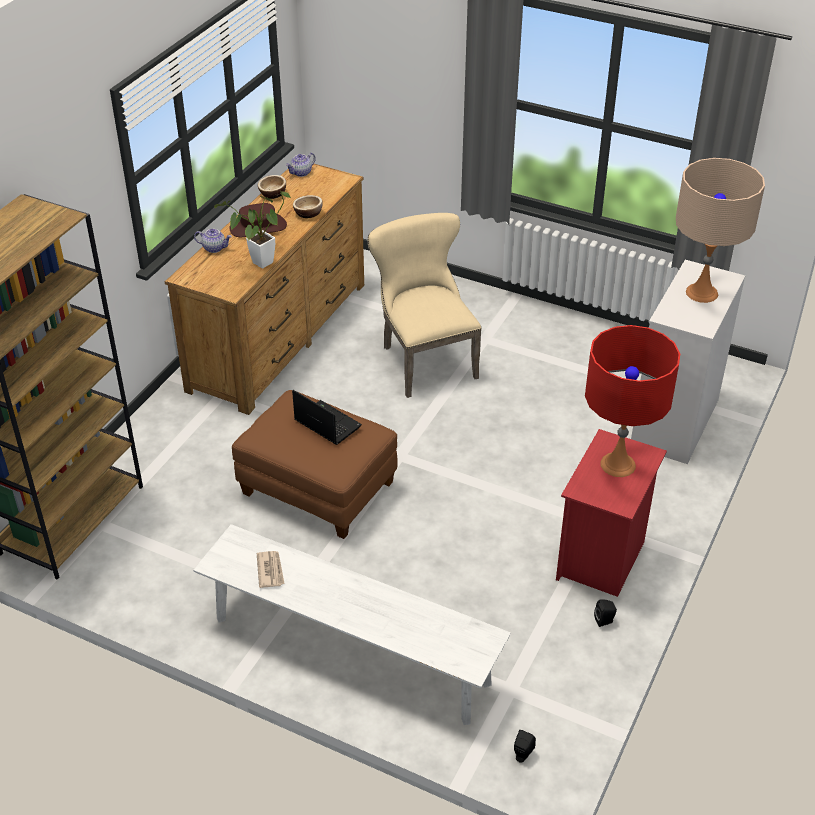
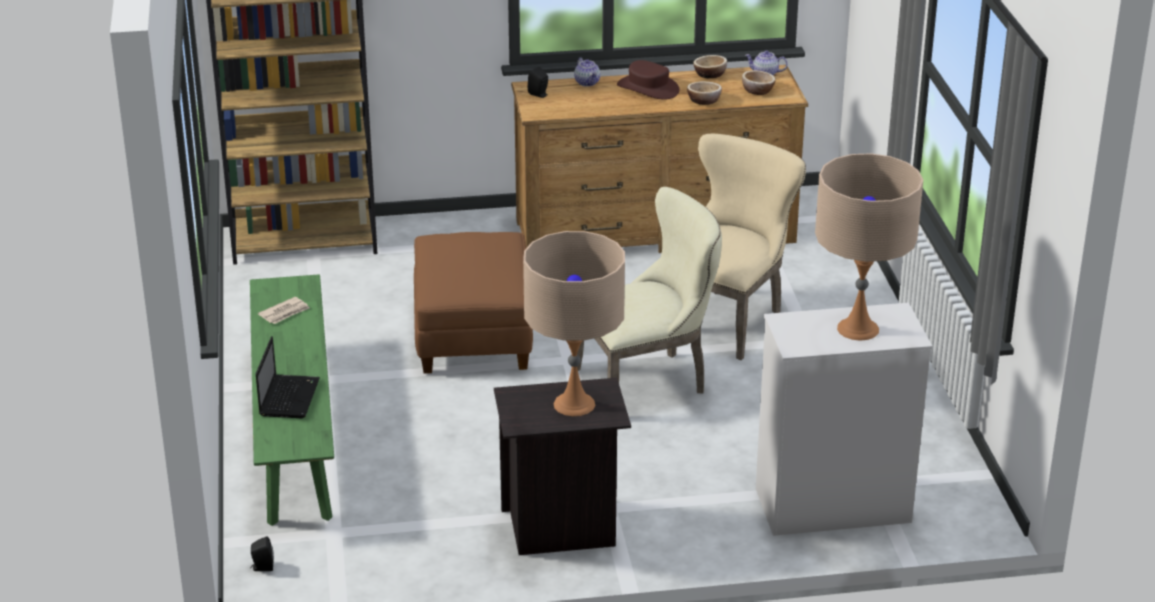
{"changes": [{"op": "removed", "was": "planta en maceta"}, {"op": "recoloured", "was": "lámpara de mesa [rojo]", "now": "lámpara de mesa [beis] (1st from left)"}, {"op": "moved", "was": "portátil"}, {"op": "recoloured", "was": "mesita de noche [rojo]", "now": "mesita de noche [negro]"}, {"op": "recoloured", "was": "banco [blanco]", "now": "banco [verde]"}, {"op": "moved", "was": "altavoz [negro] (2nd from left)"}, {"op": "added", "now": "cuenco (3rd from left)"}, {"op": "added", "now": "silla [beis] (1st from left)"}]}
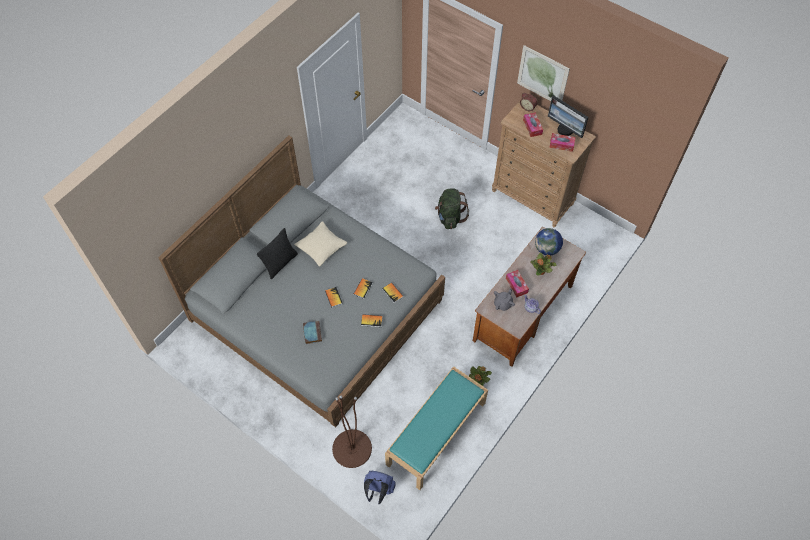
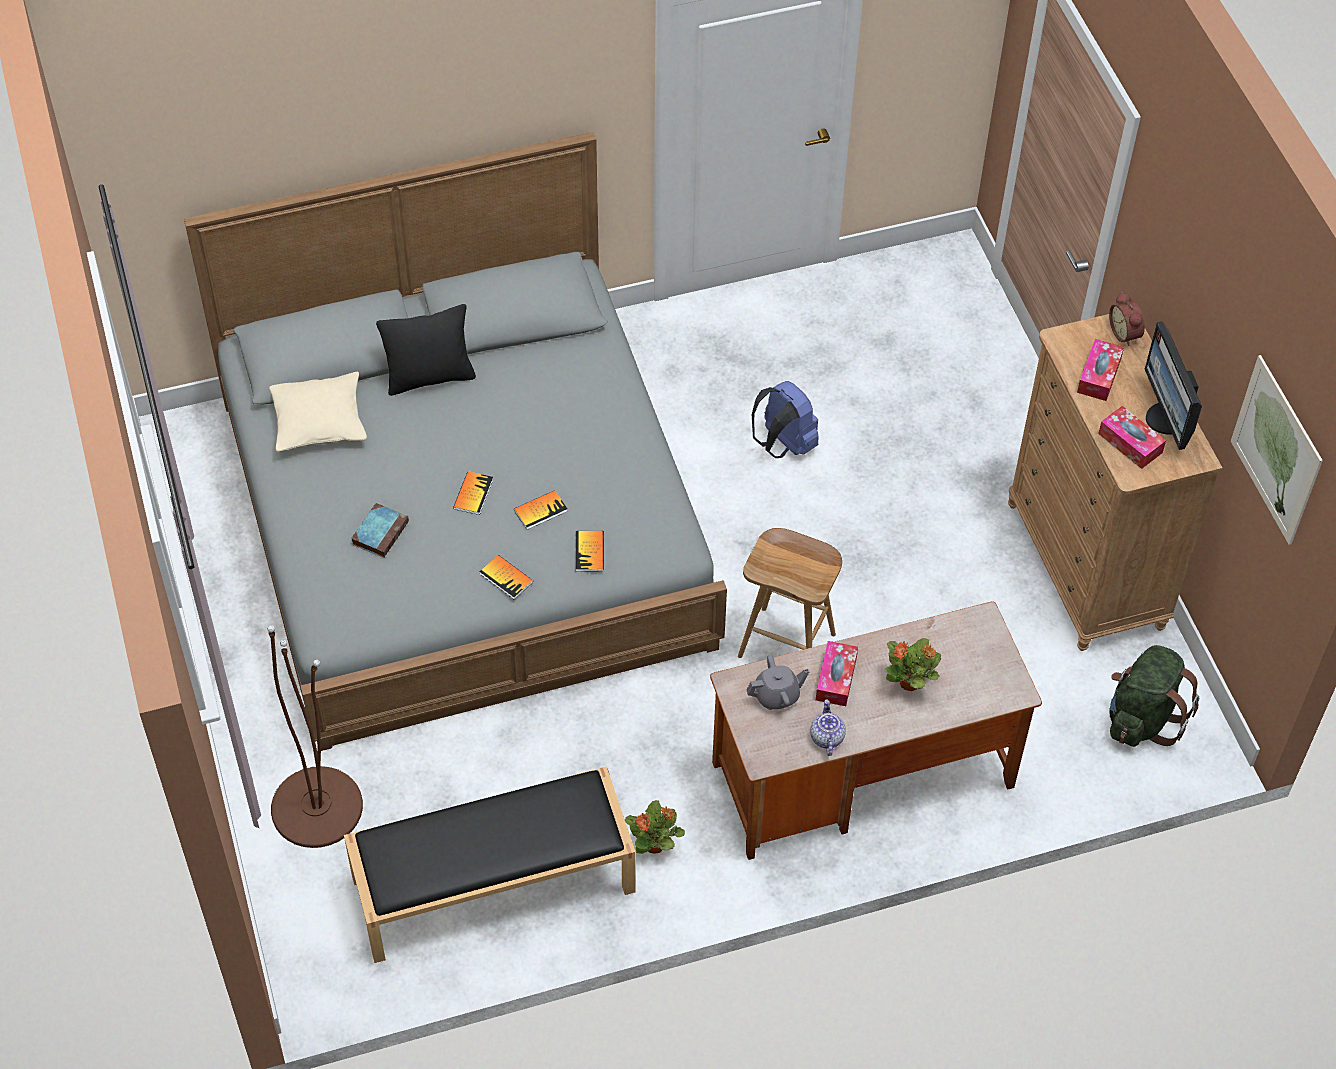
{"changes": [{"op": "moved", "was": "cuadro"}, {"op": "moved", "was": "mochila [verde]"}, {"op": "moved", "was": "cojín [beis]"}, {"op": "removed", "was": "globo terráqueo"}, {"op": "recoloured", "was": "banco [turquesa]", "now": "banco [negro]"}, {"op": "moved", "was": "mochila [azul]"}, {"op": "added", "now": "taburete [marrón]"}]}
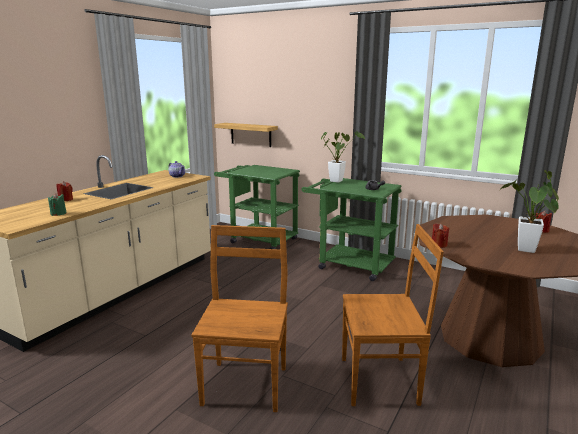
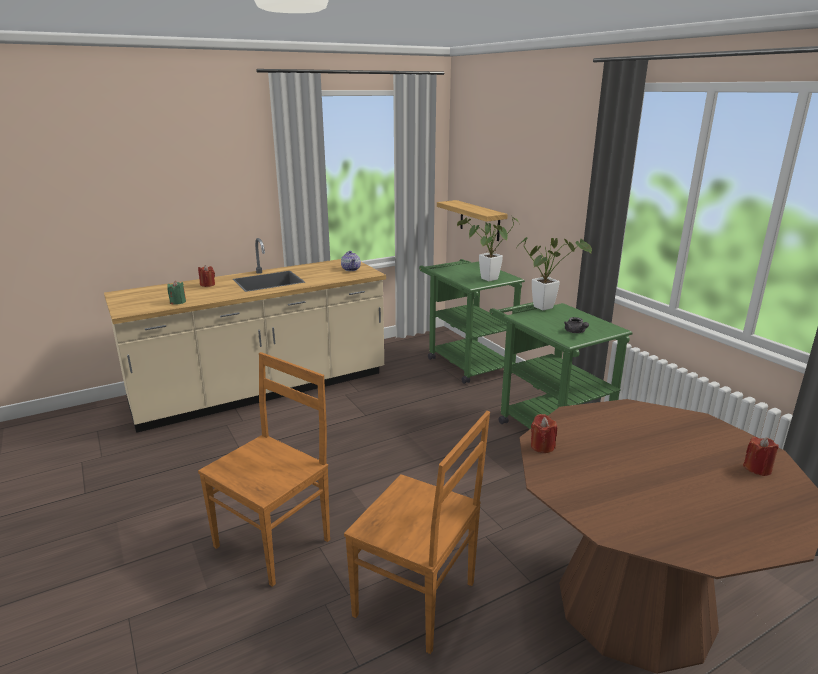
{"changes": [{"op": "moved", "was": "planta en maceta (2nd from left in the first image)", "now": "planta en maceta (1st from left)"}]}
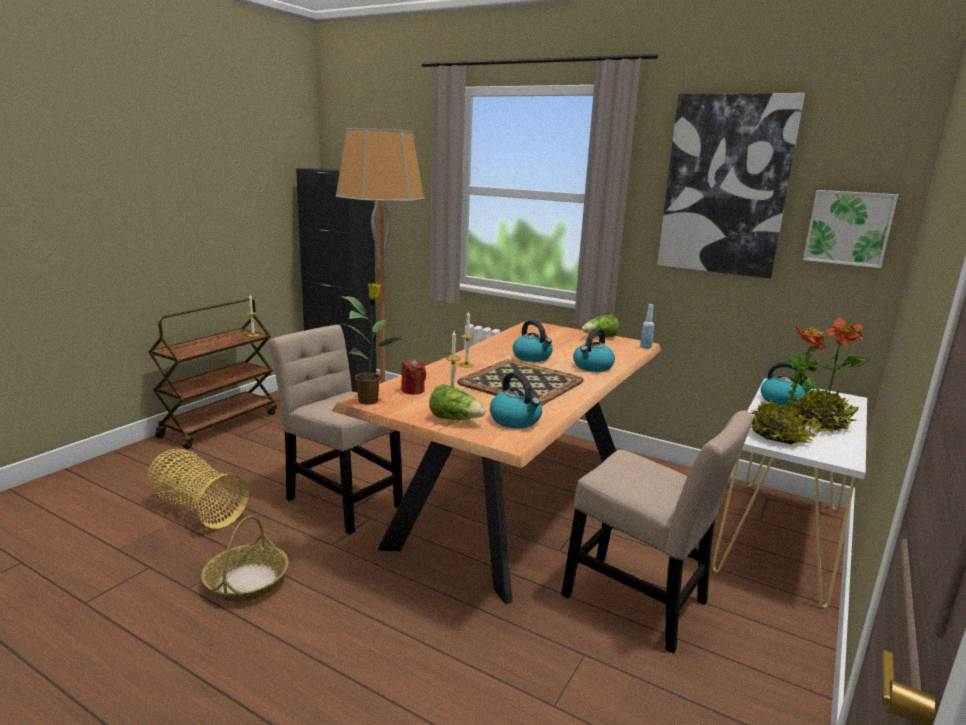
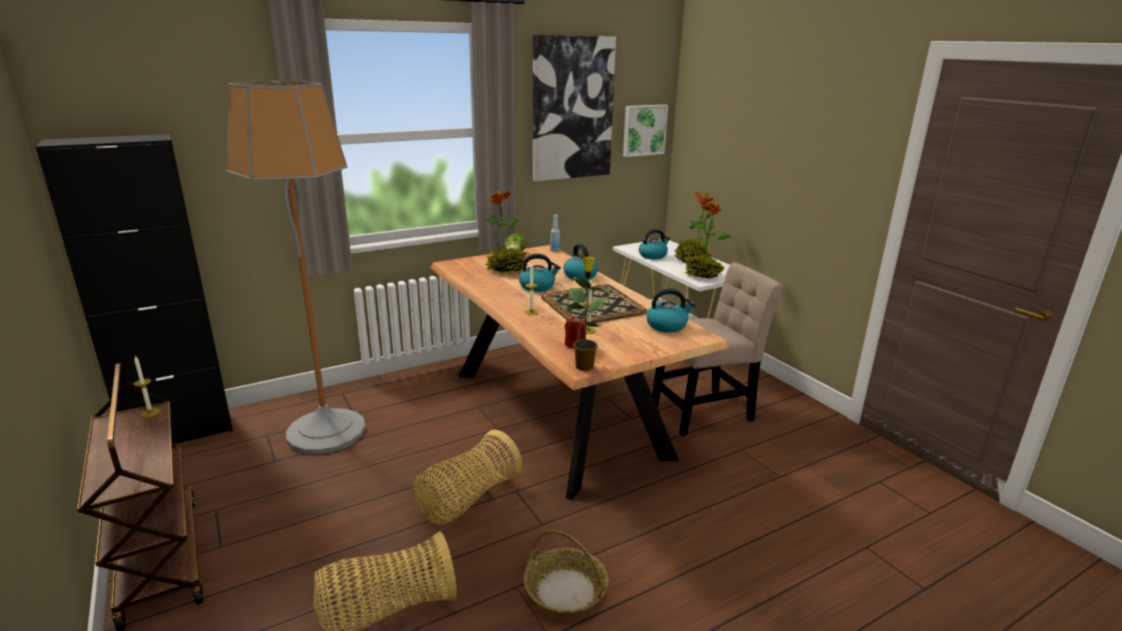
{"changes": [{"op": "replaced", "was": "silla [beis] (1st from left)", "now": "cesta (2nd from left)"}, {"op": "removed", "was": "lechuga (1st from left)"}, {"op": "added", "now": "planta en maceta (1st from left)"}]}
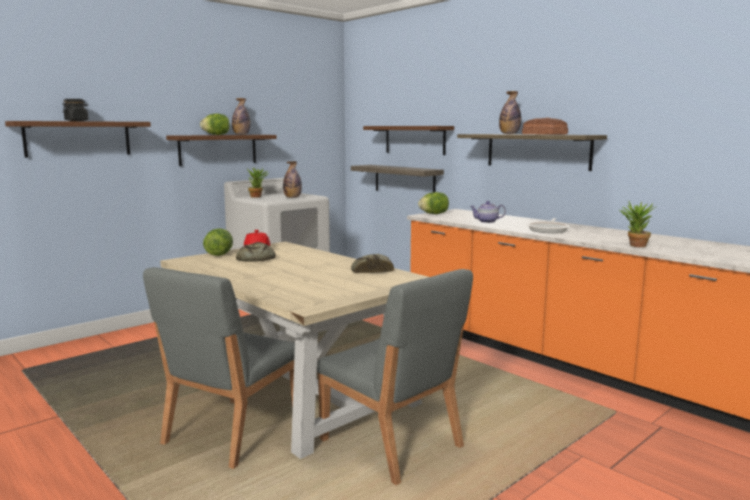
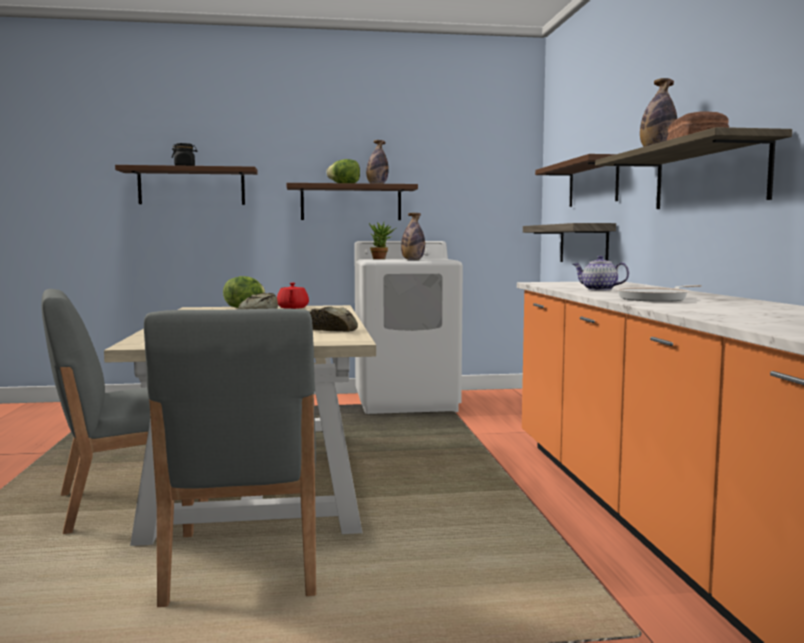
{"changes": [{"op": "removed", "was": "lechuga (3rd from left)"}, {"op": "removed", "was": "planta en maceta (2nd from left)"}]}
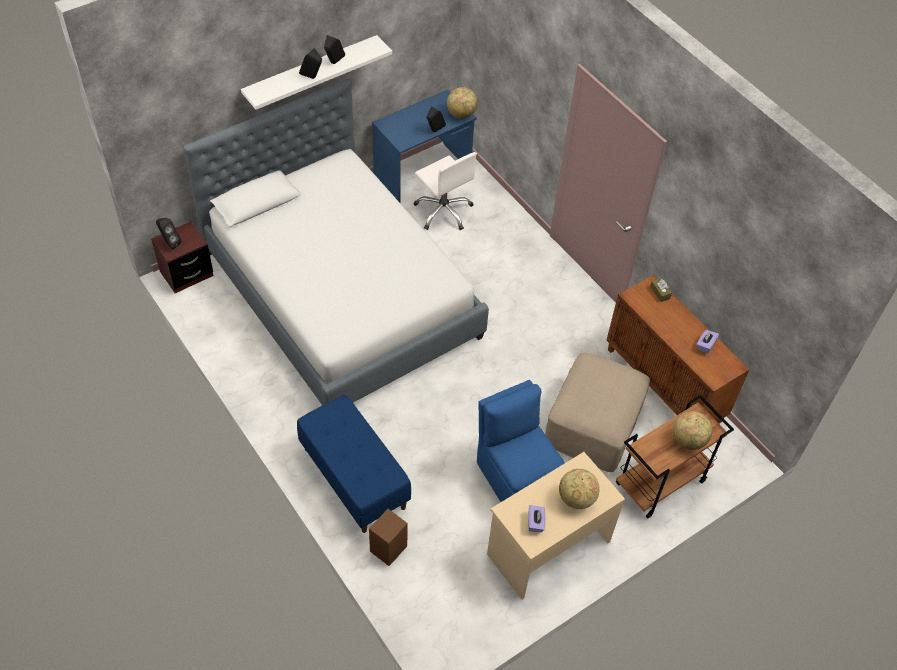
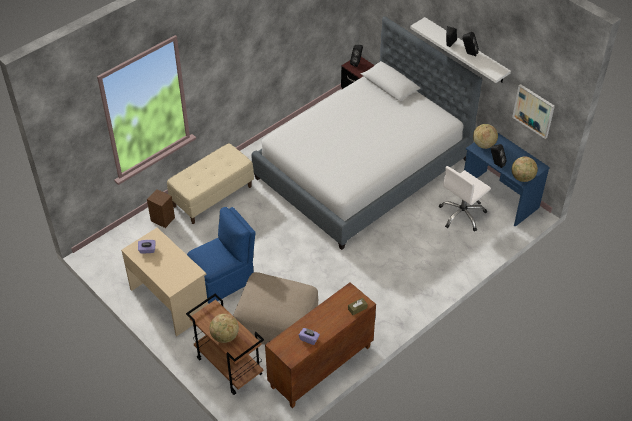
{"changes": [{"op": "recoloured", "was": "banco [azul]", "now": "banco [beis]"}, {"op": "moved", "was": "globo terráqueo (2nd from left)"}, {"op": "added", "now": "cuadro"}]}
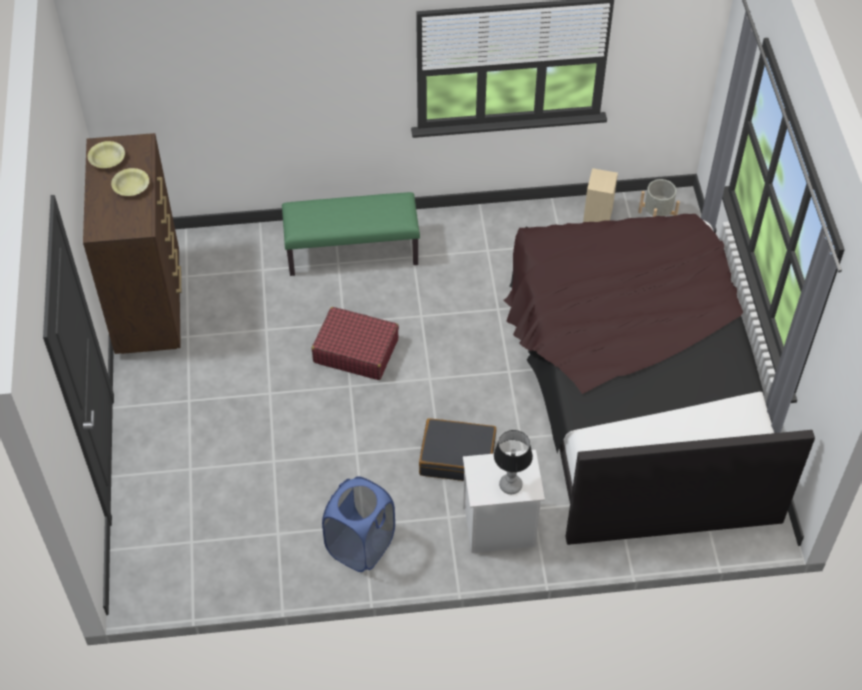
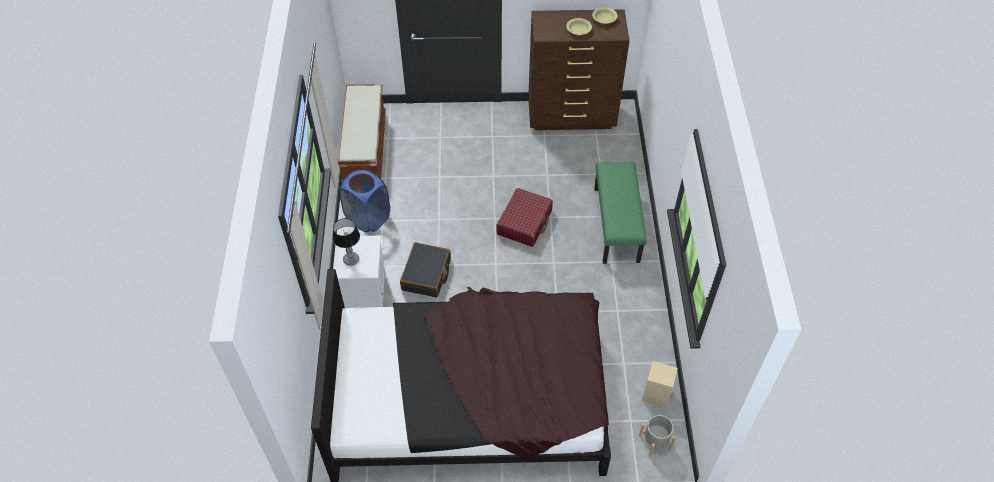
{"changes": [{"op": "added", "now": "banco [marrón]"}]}
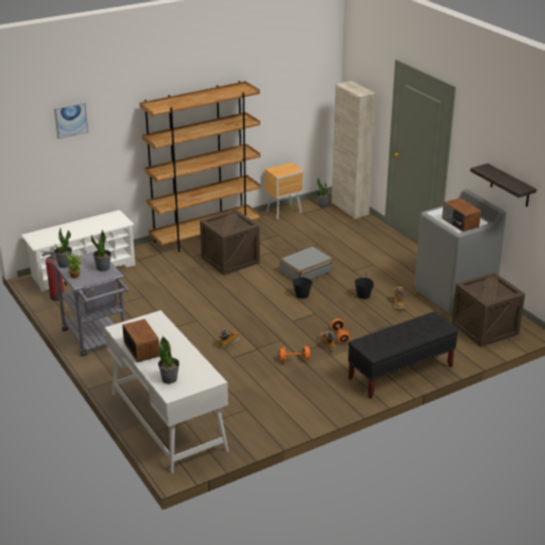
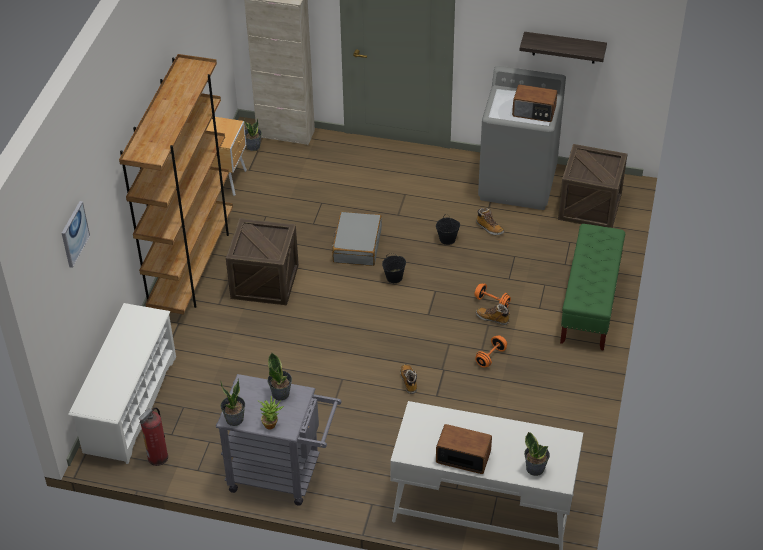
{"changes": [{"op": "recoloured", "was": "banco [negro]", "now": "banco [verde]"}]}
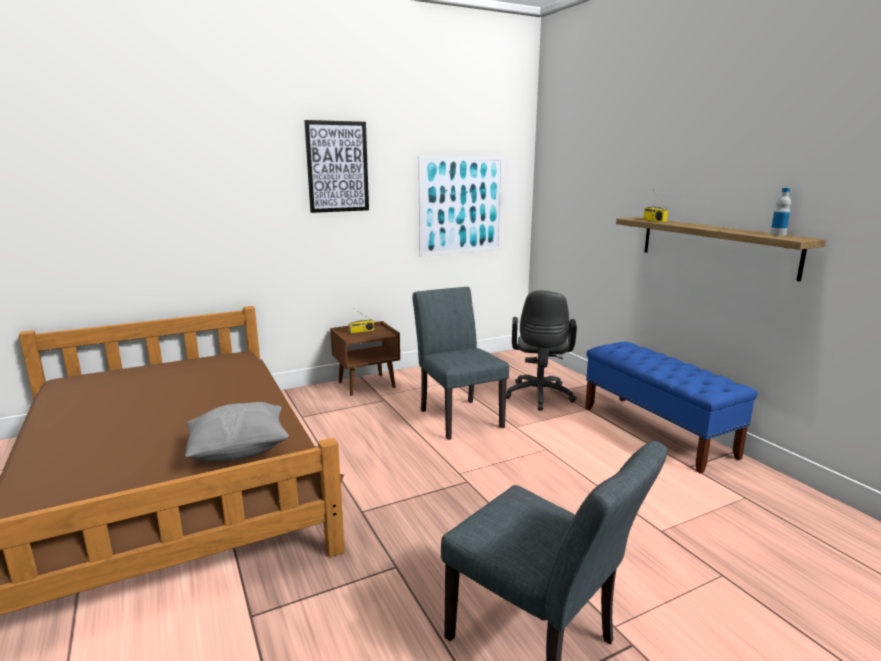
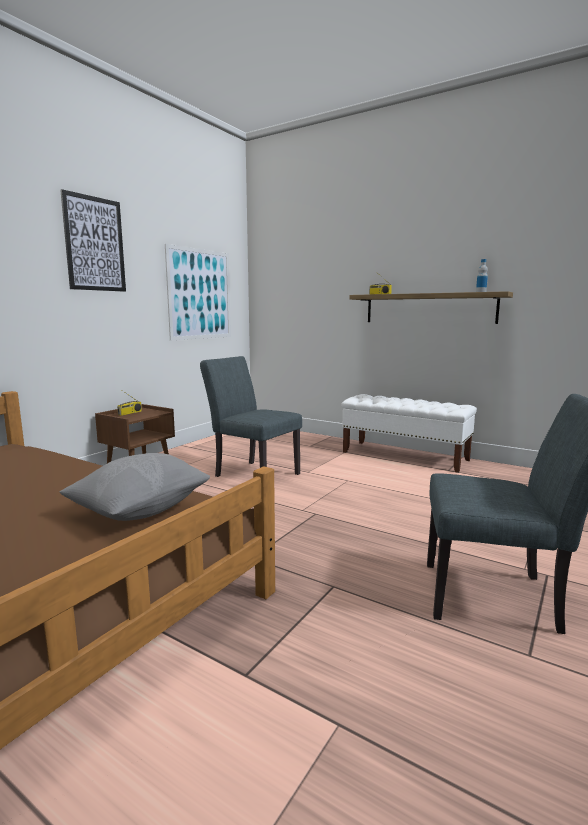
{"changes": [{"op": "removed", "was": "silla de oficina [gris]"}, {"op": "recoloured", "was": "banco [azul]", "now": "banco [blanco]"}]}
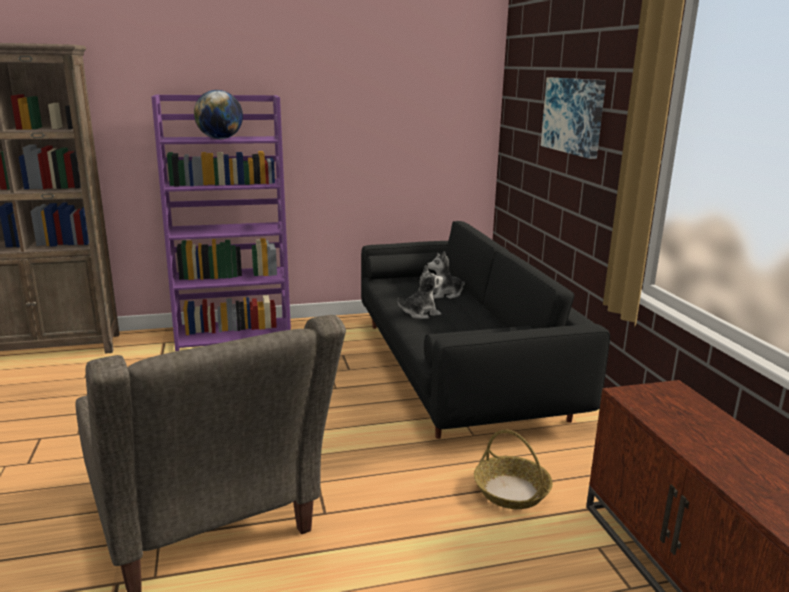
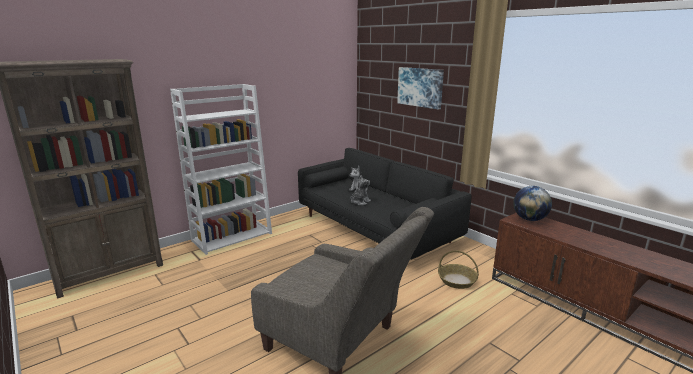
{"changes": [{"op": "moved", "was": "globo terráqueo"}, {"op": "recoloured", "was": "estantería [morado]", "now": "estantería [blanco]"}]}
